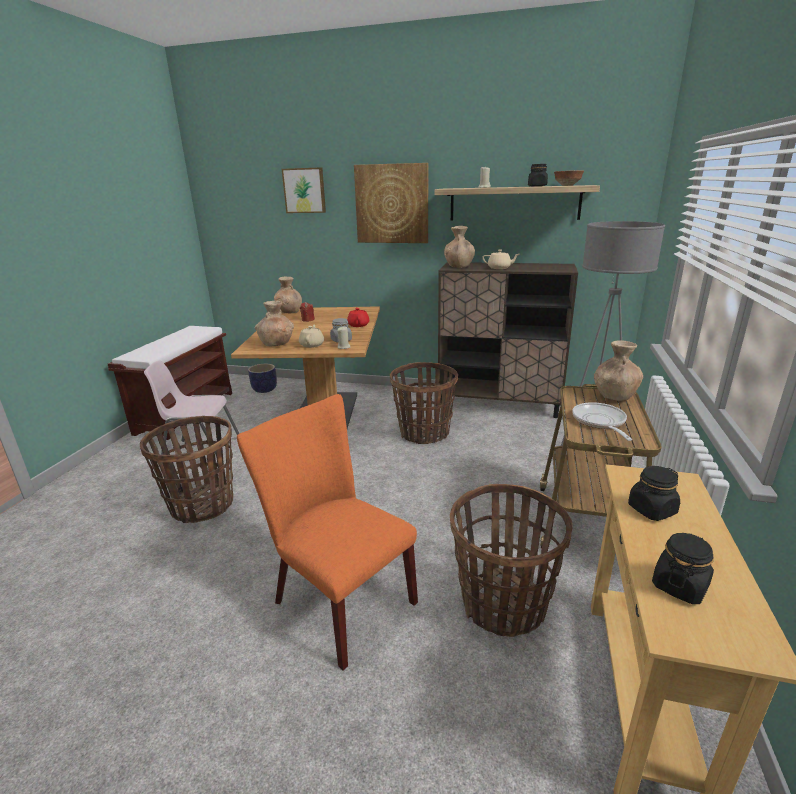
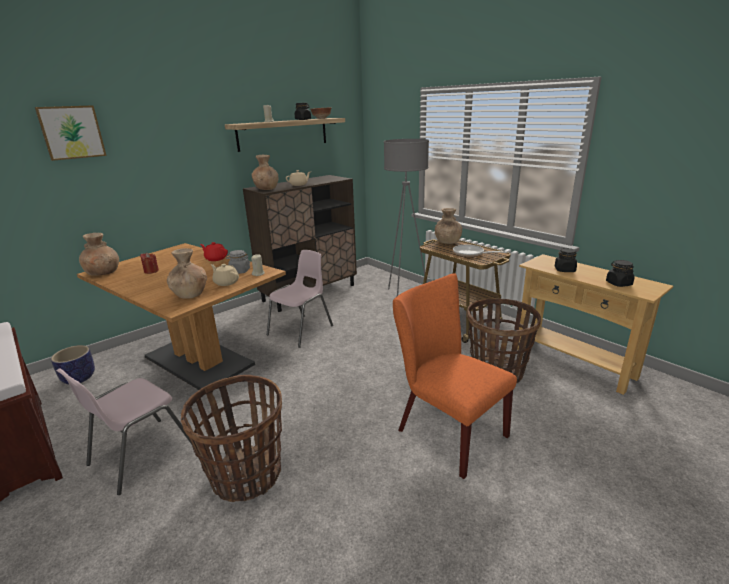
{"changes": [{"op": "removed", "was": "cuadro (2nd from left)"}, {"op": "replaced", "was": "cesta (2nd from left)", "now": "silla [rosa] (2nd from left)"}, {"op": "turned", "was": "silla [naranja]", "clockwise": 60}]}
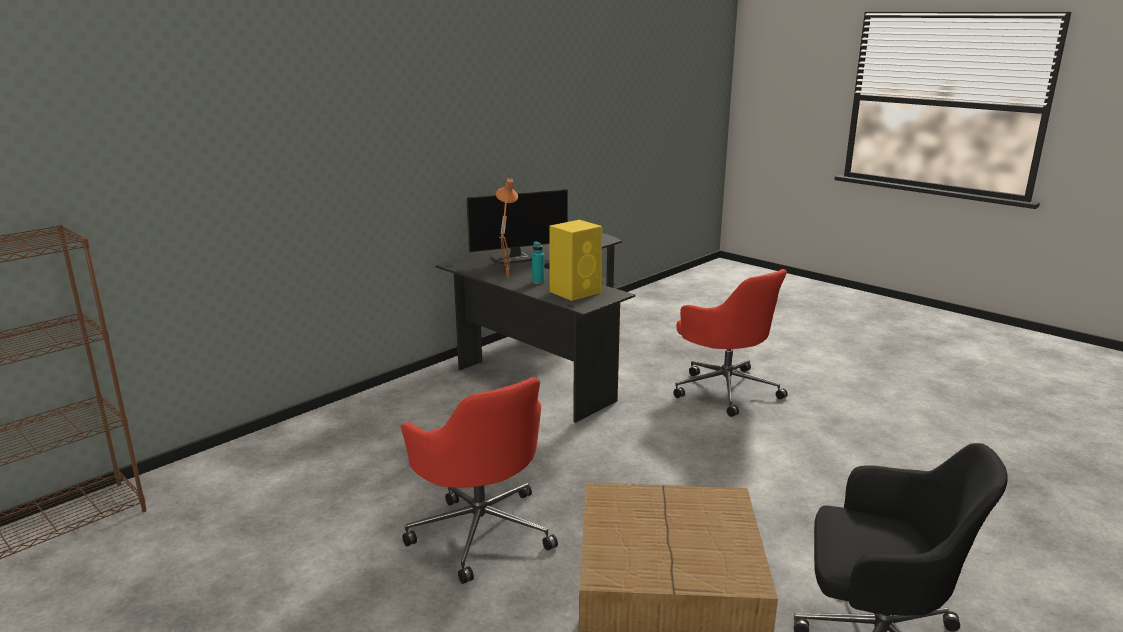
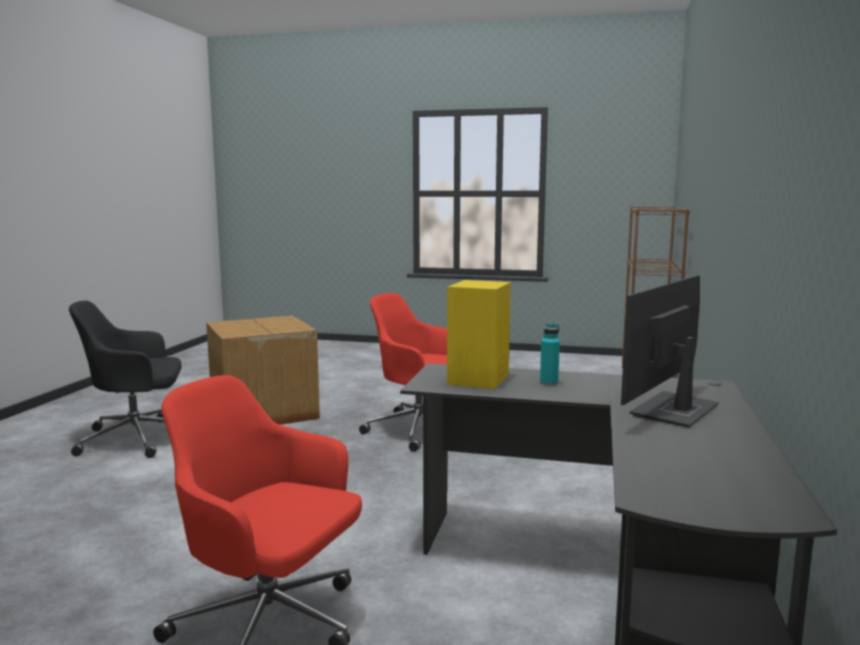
{"changes": [{"op": "removed", "was": "lámpara de mesa [naranja]"}]}
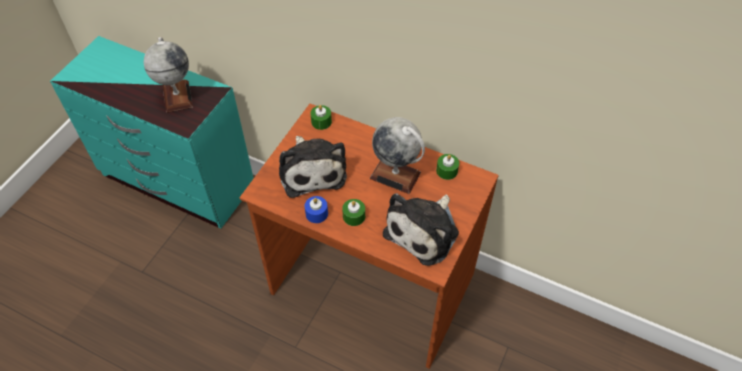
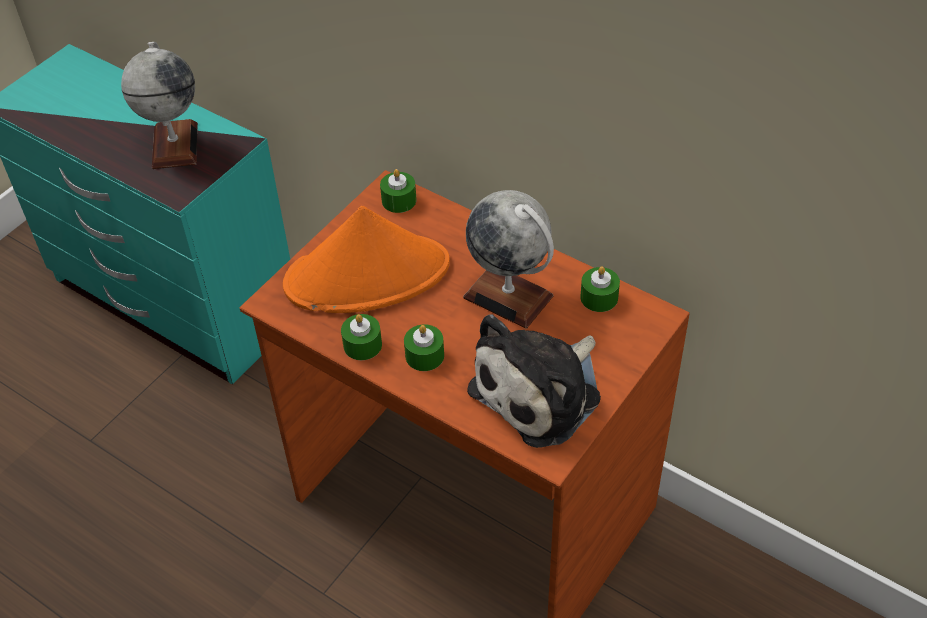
{"changes": [{"op": "replaced", "was": "peluche (1st from left)", "now": "sombrero [naranja]"}, {"op": "recoloured", "was": "vela [azul]", "now": "vela [verde] (1st from left)"}]}
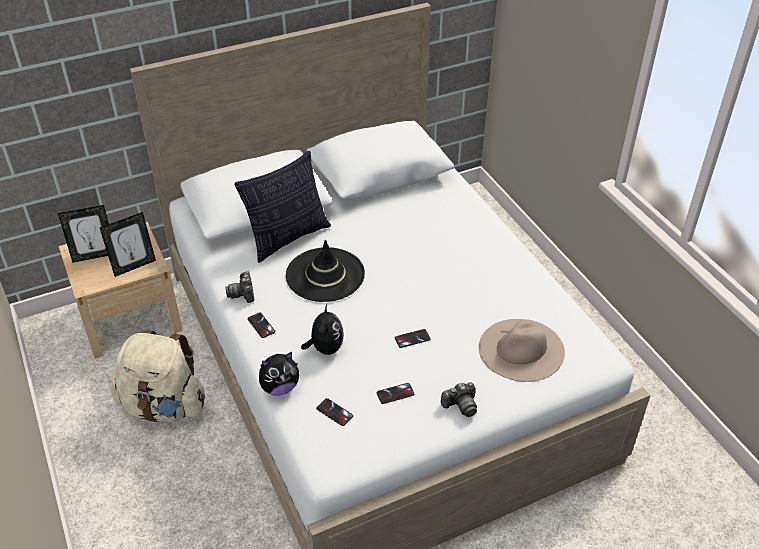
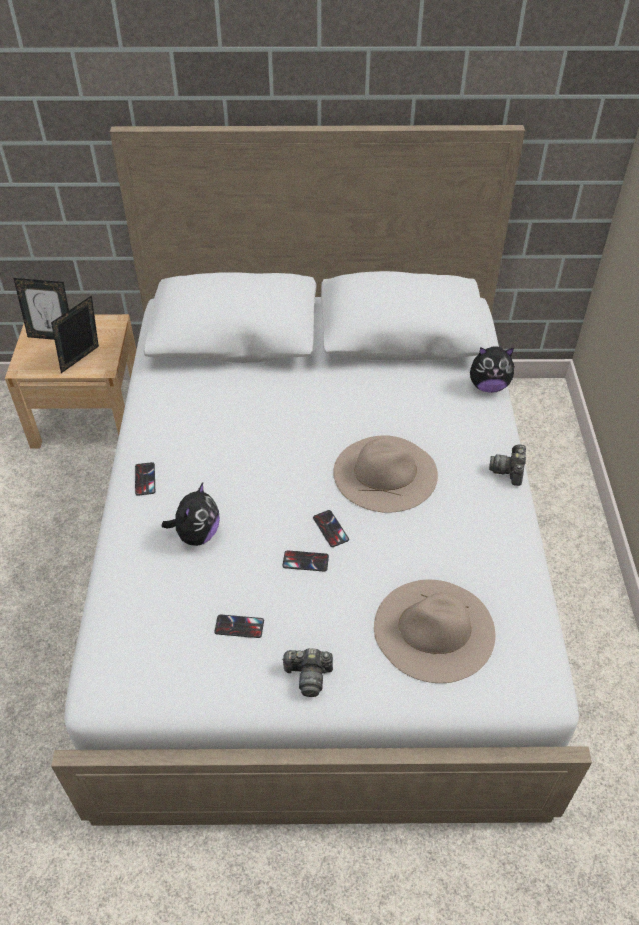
{"changes": [{"op": "removed", "was": "cojín"}, {"op": "turned", "was": "portarretratos (2nd from left)", "clockwise": 135}, {"op": "removed", "was": "sombrero [negro]"}, {"op": "moved", "was": "cámara (1st from left in the first image)", "now": "cámara (2nd from left)"}, {"op": "removed", "was": "mochila [beis]"}, {"op": "moved", "was": "peluche (1st from left in the first image)", "now": "peluche (2nd from left)"}, {"op": "moved", "was": "móvil (2nd from left in the first image)", "now": "móvil (4th from left)"}, {"op": "added", "now": "sombrero [beis] (1st from left)"}]}
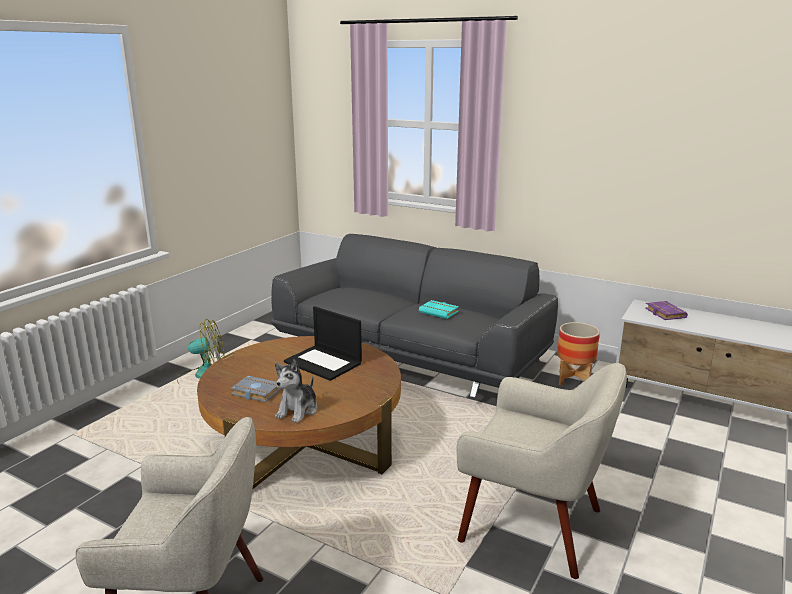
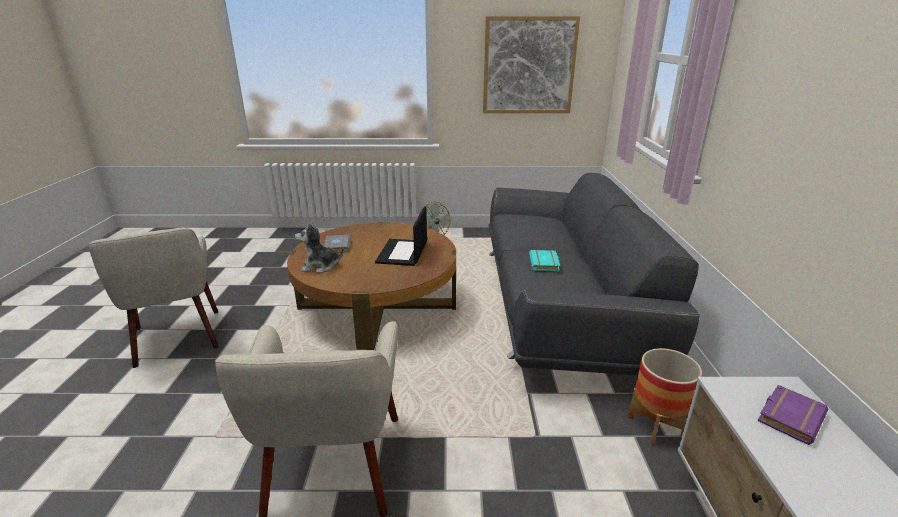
{"changes": [{"op": "added", "now": "cuadro"}]}
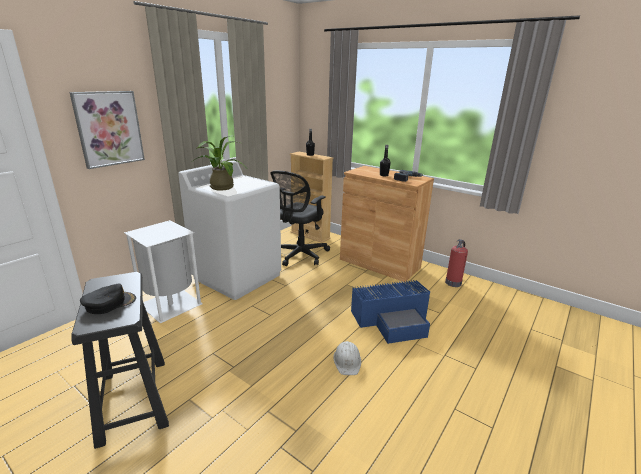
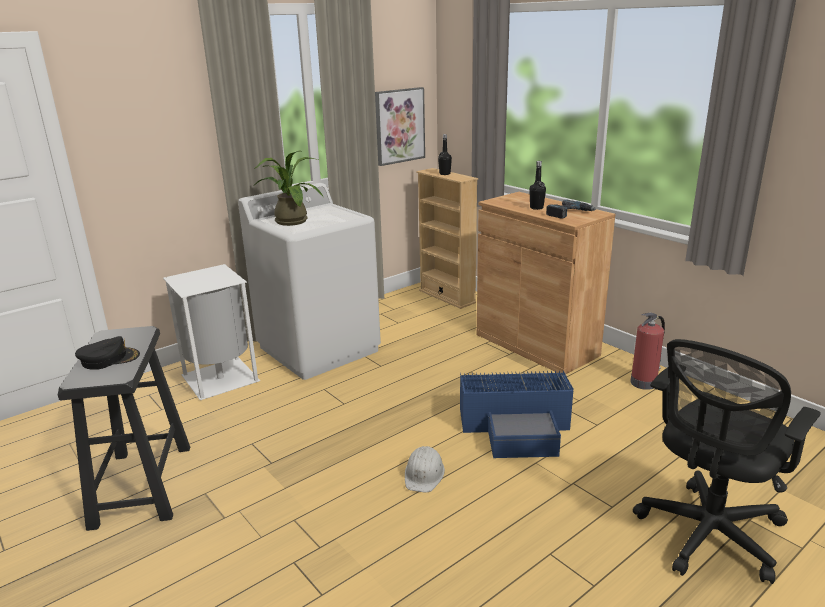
{"changes": [{"op": "moved", "was": "cuadro"}, {"op": "moved", "was": "silla de oficina [negro]"}]}
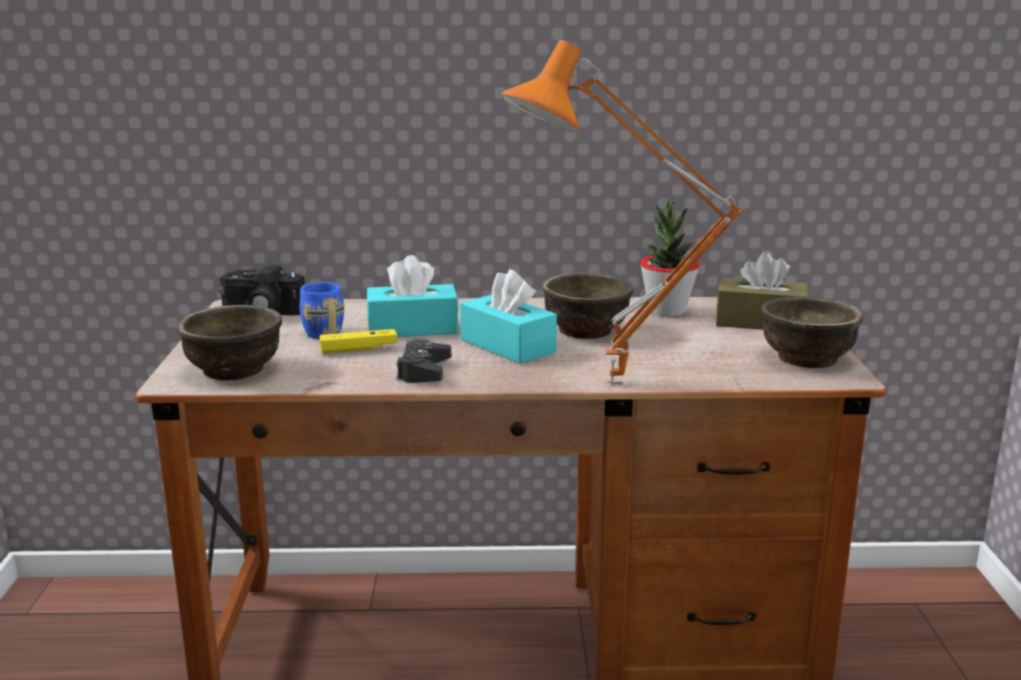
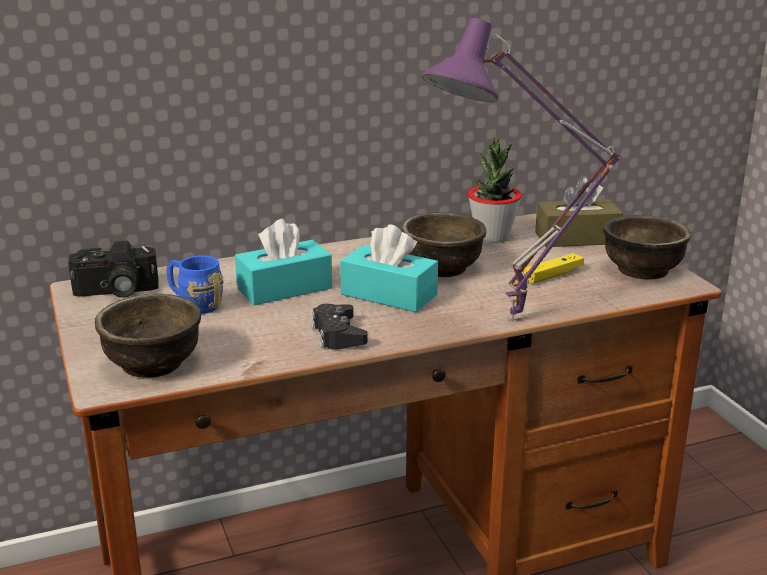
{"changes": [{"op": "recoloured", "was": "lámpara de mesa [naranja]", "now": "lámpara de mesa [morado]"}, {"op": "moved", "was": "mando de consola [amarillo]"}]}
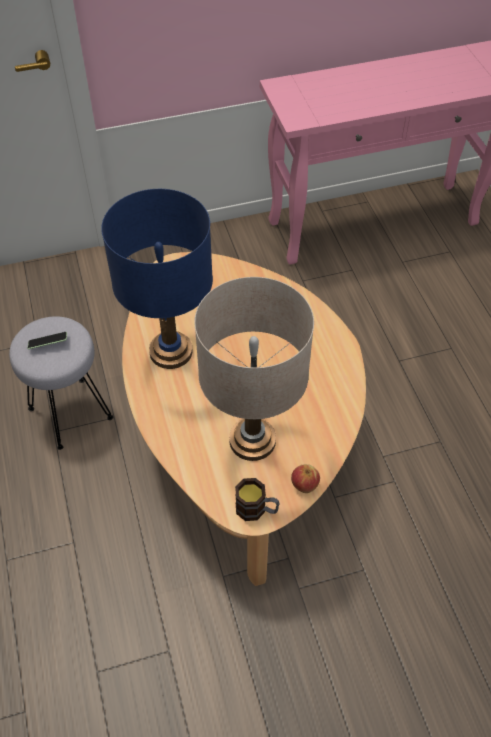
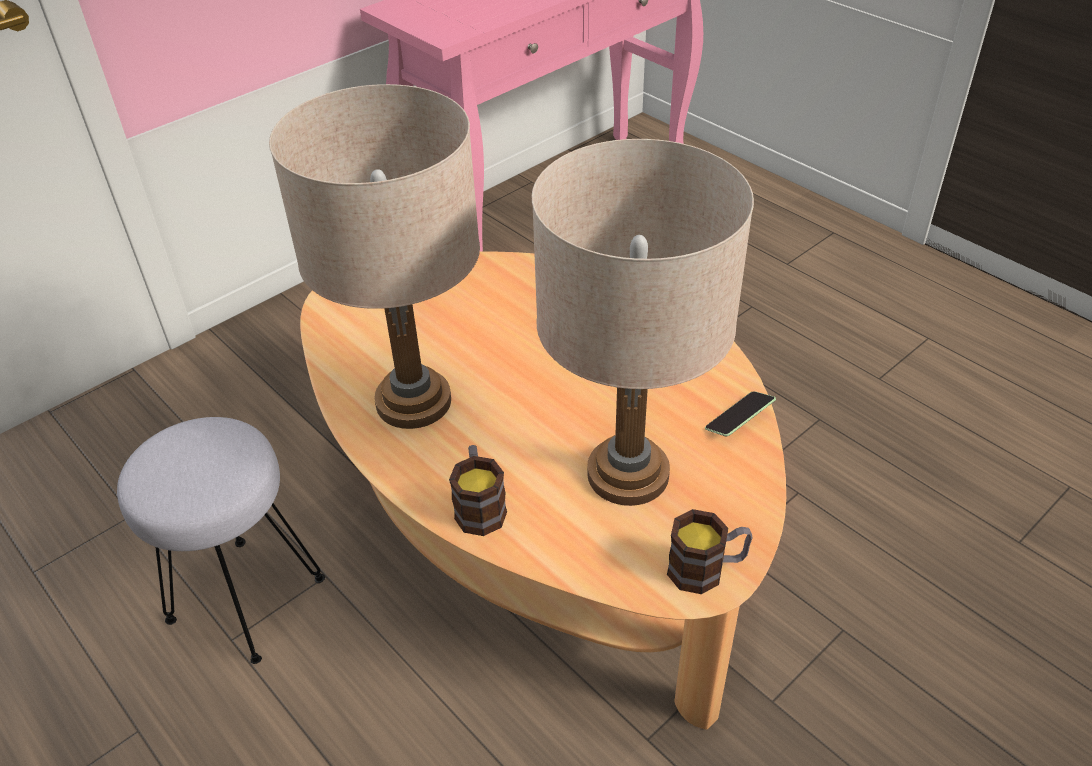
{"changes": [{"op": "recoloured", "was": "lámpara de mesa [azul]", "now": "lámpara de mesa [beis] (1st from left)"}, {"op": "moved", "was": "móvil"}, {"op": "removed", "was": "manzana"}, {"op": "added", "now": "taza grande (1st from left)"}]}
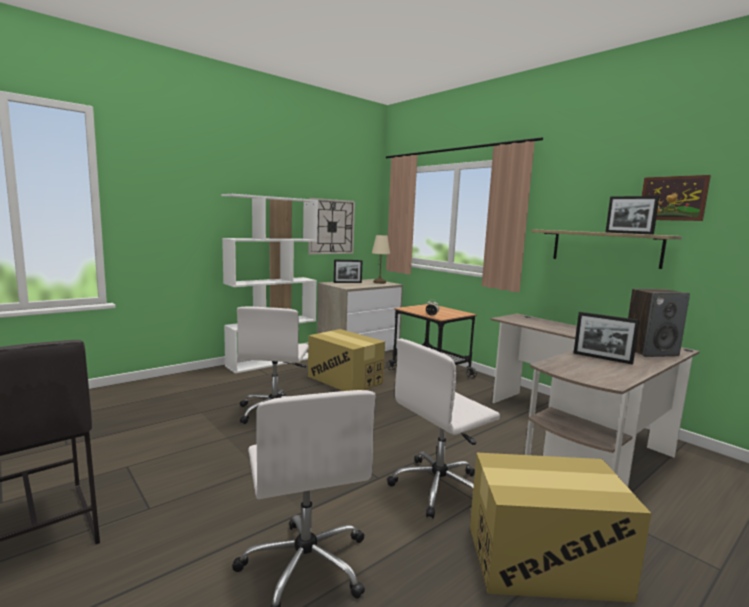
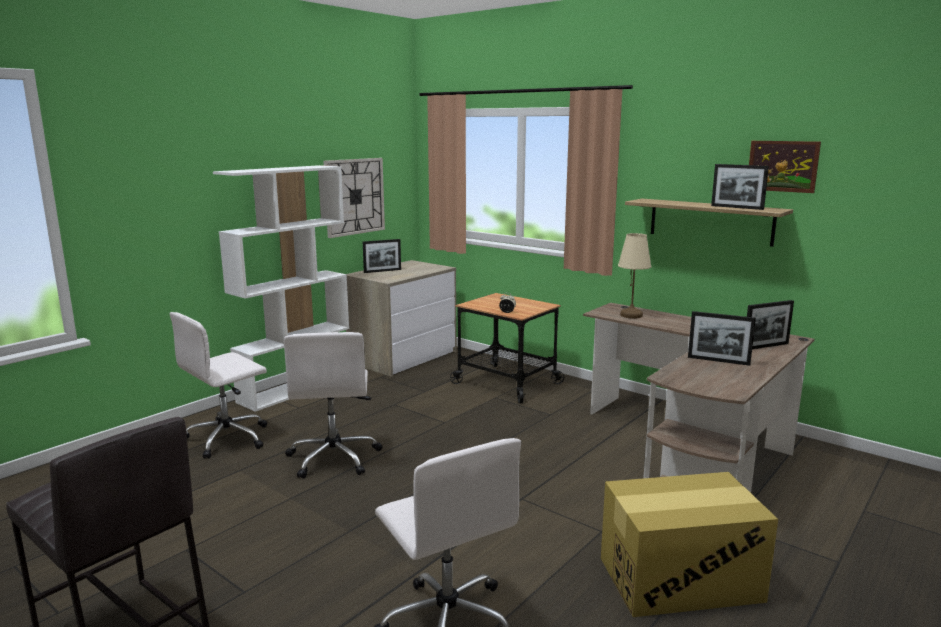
{"changes": [{"op": "moved", "was": "lámpara de mesa [beis]"}, {"op": "replaced", "was": "altavoz", "now": "portarretratos (4th from left)"}, {"op": "removed", "was": "caja de cartón (1st from left)"}, {"op": "moved", "was": "silla de oficina [blanco] (3rd from left in the first image)", "now": "silla de oficina [blanco] (1st from left)"}]}
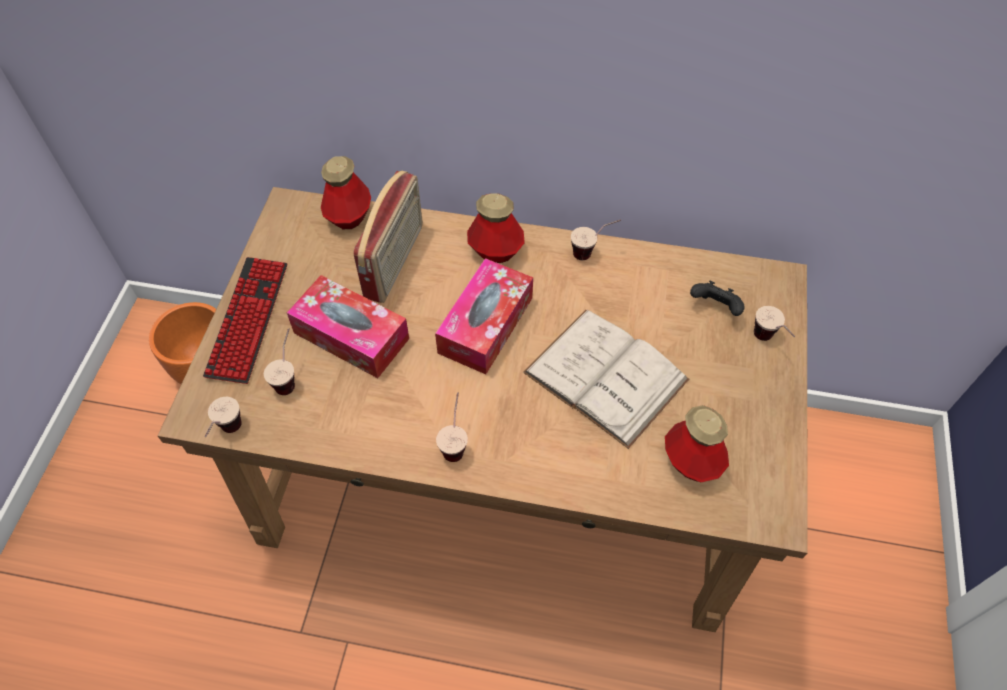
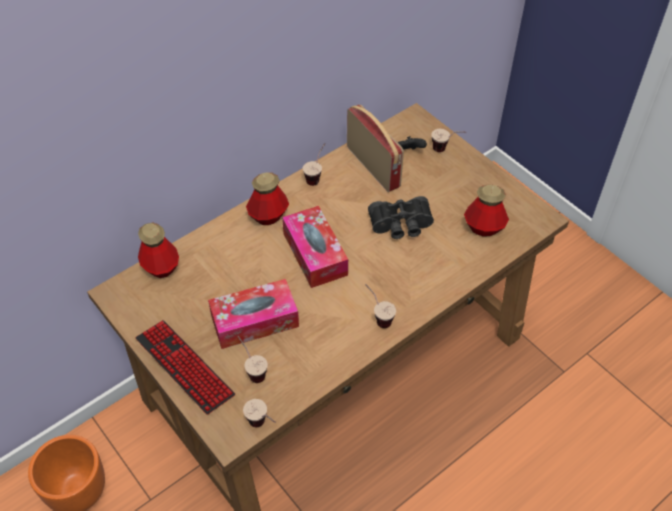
{"changes": [{"op": "moved", "was": "radio"}, {"op": "replaced", "was": "libro [blanco]", "now": "prismáticos [negro]"}]}
